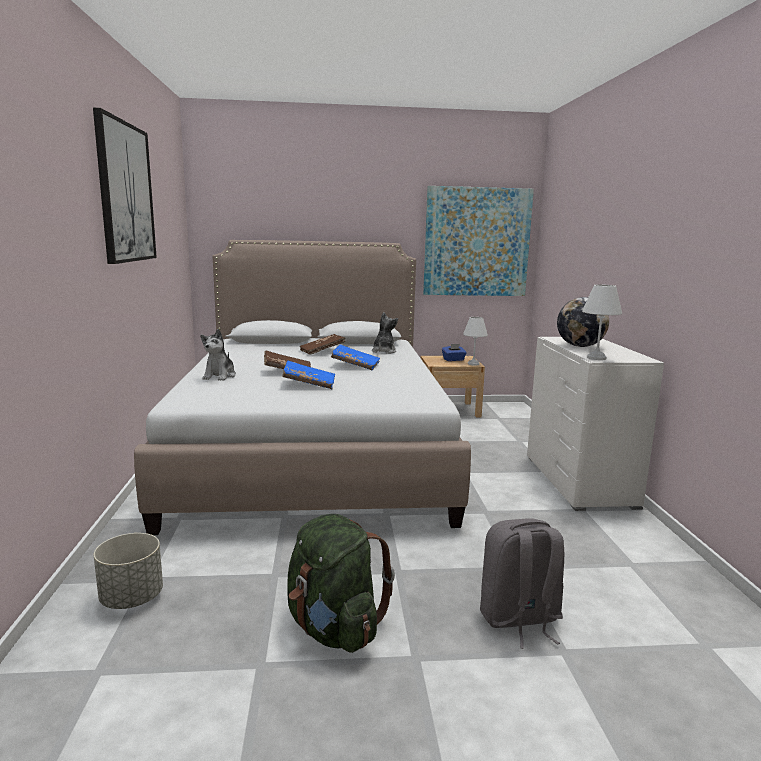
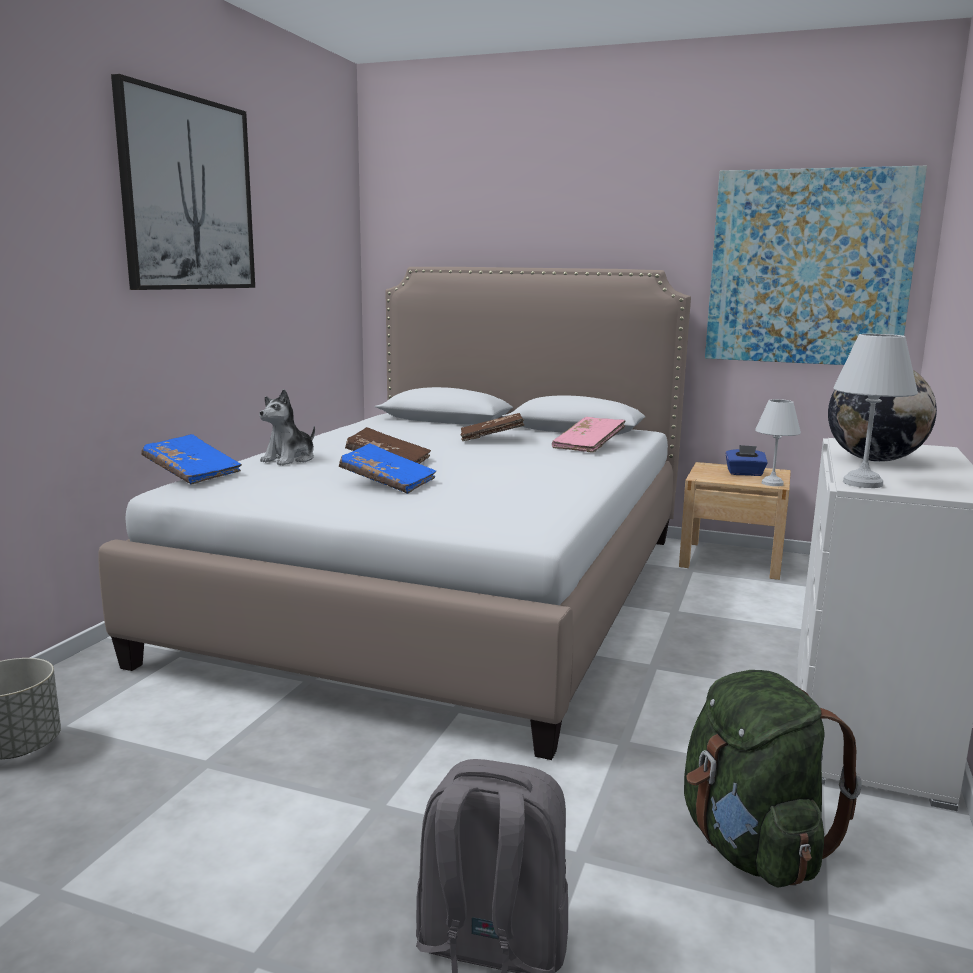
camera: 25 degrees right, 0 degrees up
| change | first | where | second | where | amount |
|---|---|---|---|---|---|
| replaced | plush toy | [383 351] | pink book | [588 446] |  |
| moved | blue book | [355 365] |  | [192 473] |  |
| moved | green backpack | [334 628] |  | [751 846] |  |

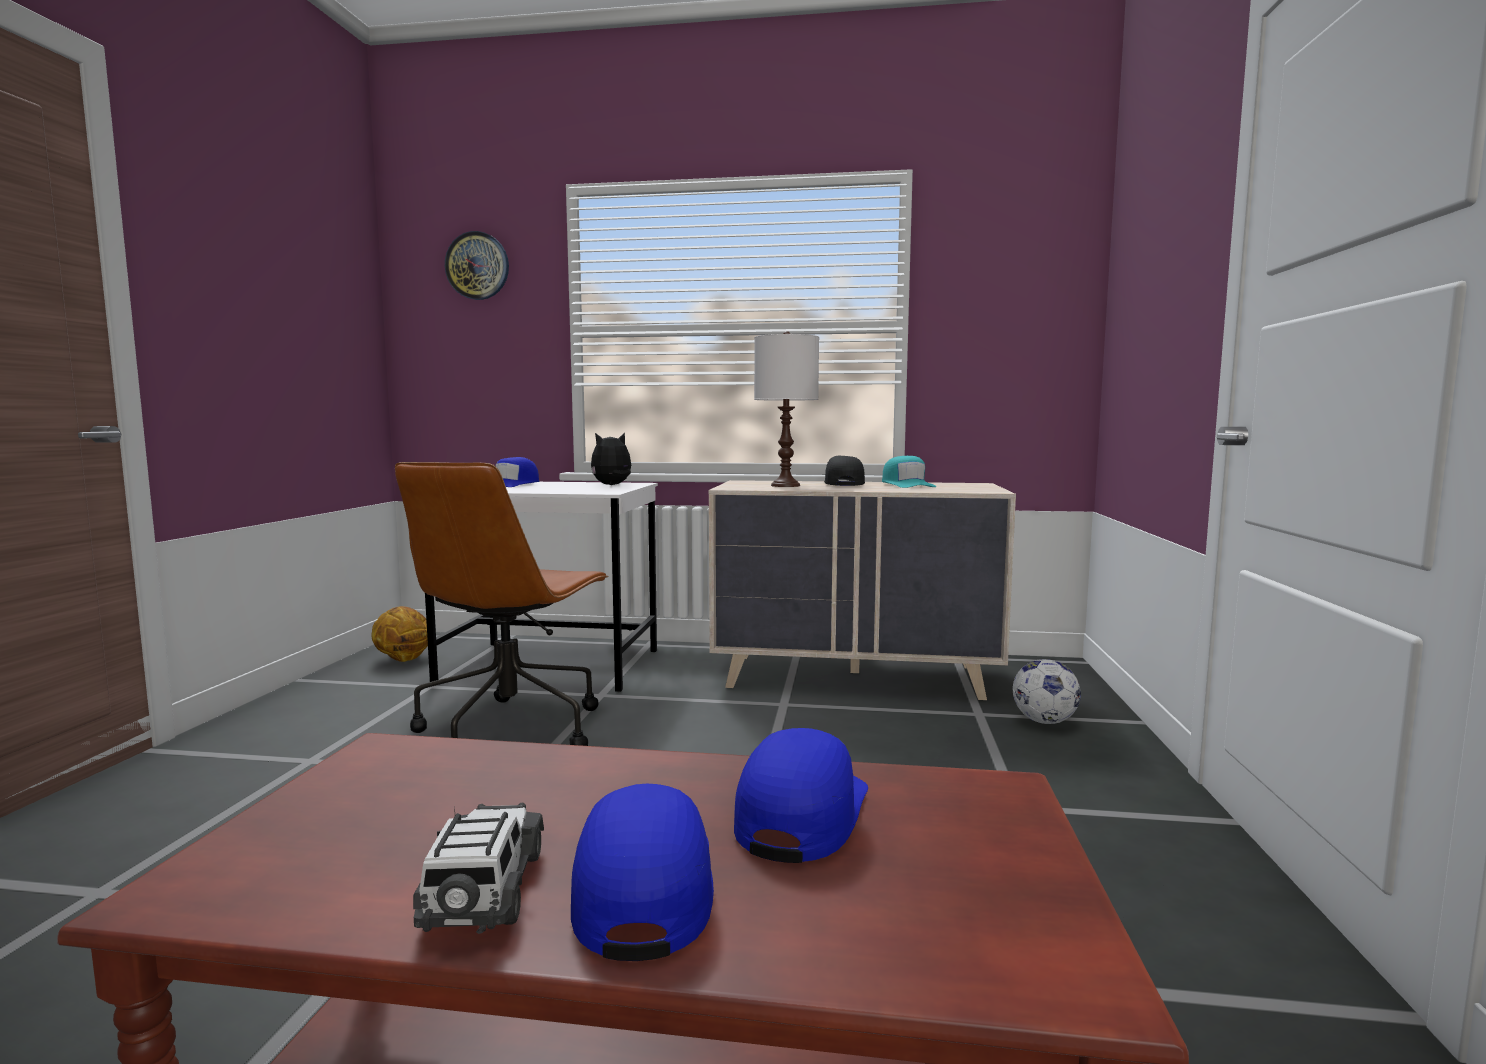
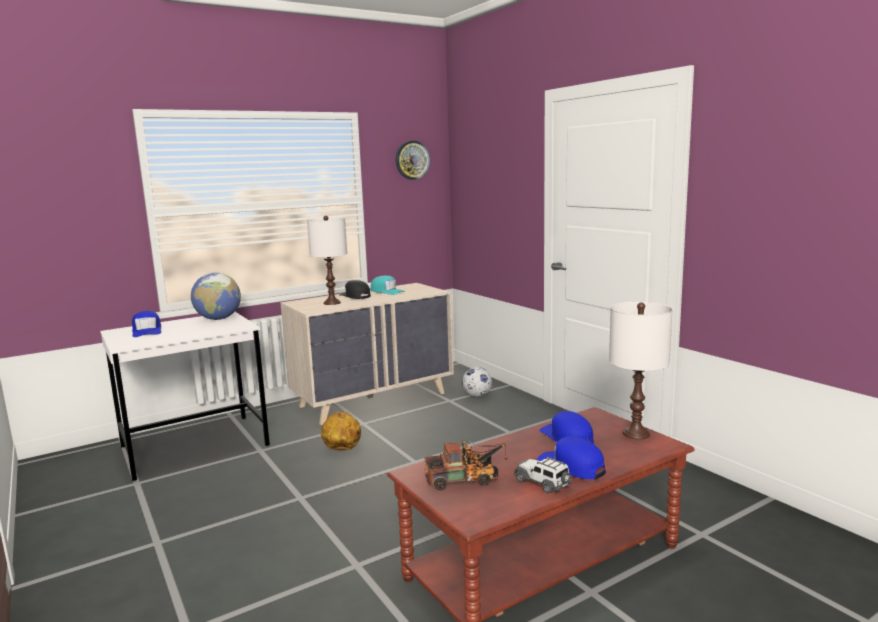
camera: 40 degrees left, 5 degrees up
| change | first | where | second | where | amount |
|---|---|---|---|---|---|
| moved | wall clock | [477 266] |  | [412 160] |  |
| replaced | plush toy | [612 485] | globe | [218 319] |  |
| removed | brown office chair | [511 729] |  |  |  |
| moved | basketball | [403 659] |  | [342 448] |  |
| added |  |  | white table lamp | [635 433] |  |
| added |  |  | toy truck | [466 480] |  |

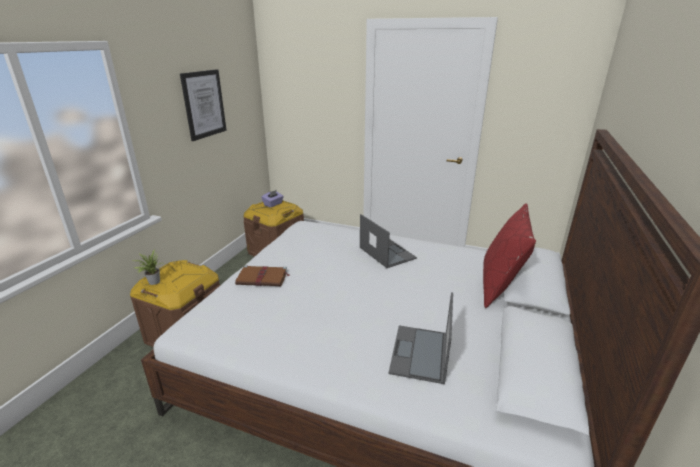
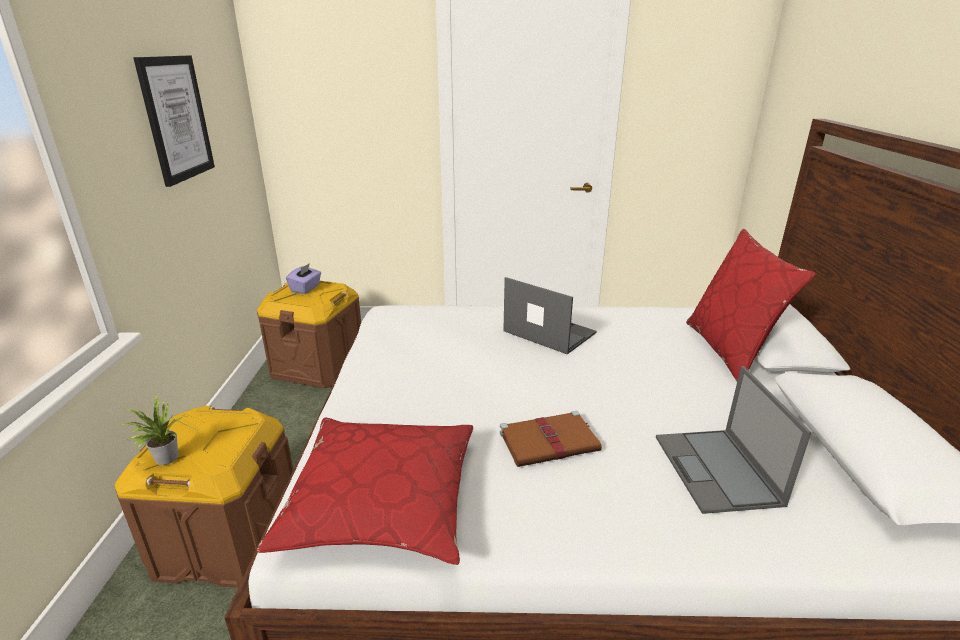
camera: 20 degrees left, 0 degrees up
| change | first | where | second | where | amount |
|---|---|---|---|---|---|
| moved | brown book | [263 278] |  | [550 441] |  |
| added |  |  | red pillow | [382 501] |  |

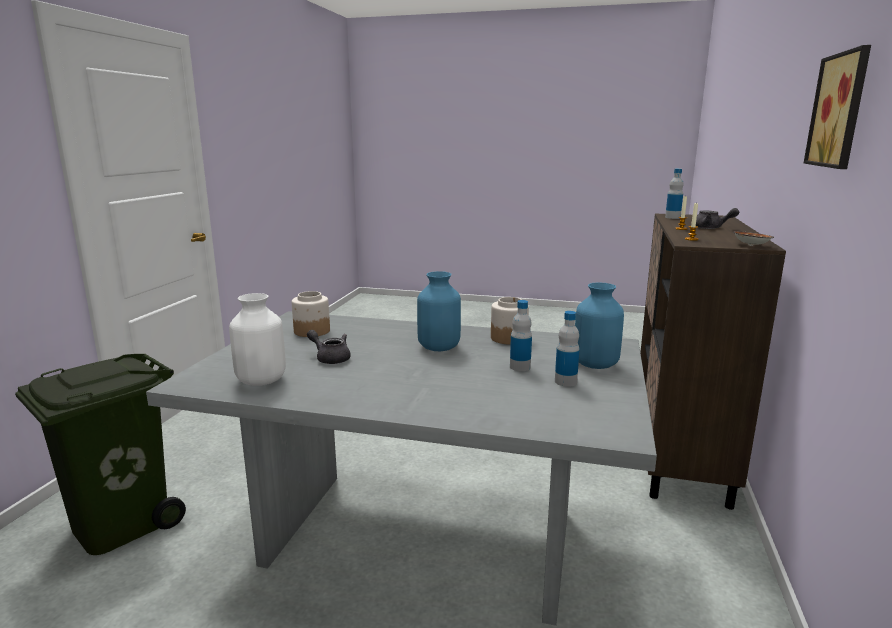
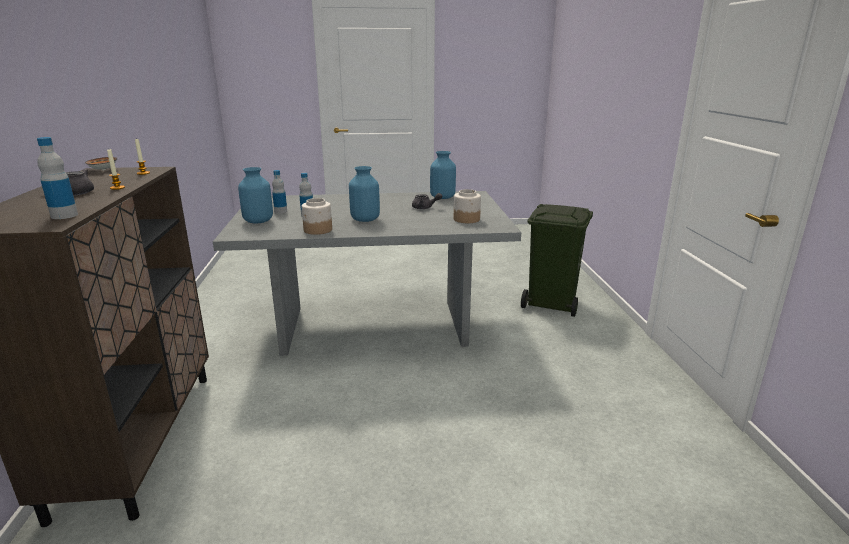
camera: 160 degrees right, 5 degrees up
| change | first | where | second | where | amount |
|---|---|---|---|---|---|
| removed | picture | [842 110] |  |  |  |
| recoloured | white vase | [261 381] | blue vase | [442 197] |  |

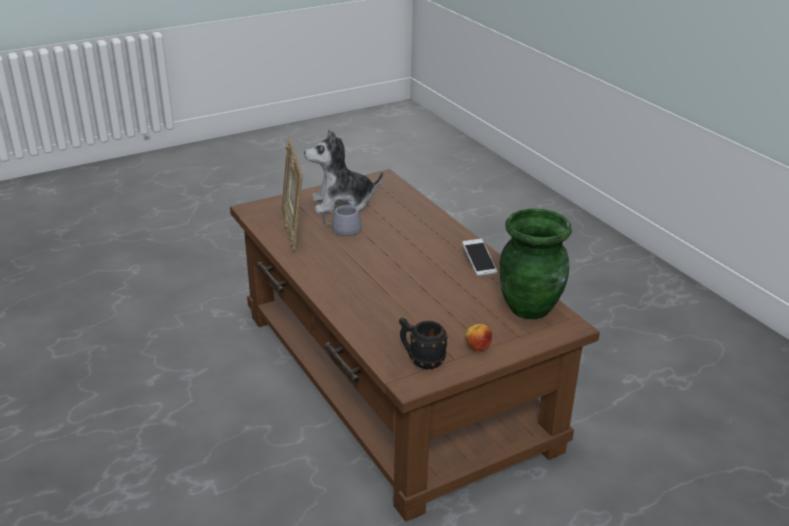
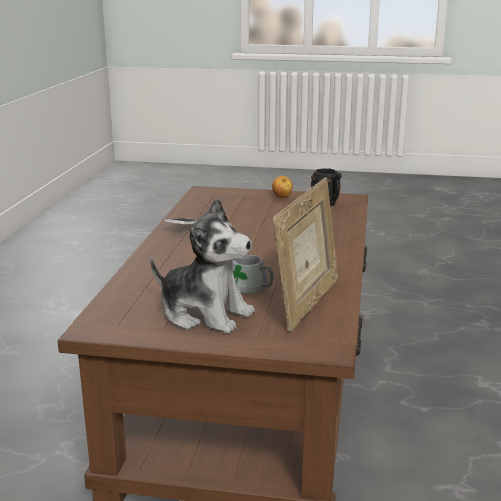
camera: 140 degrees left, 10 degrees down
| change | first | where | second | where | amount |
|---|---|---|---|---|---|
| removed | green vase | [530 308] |  |  |  |

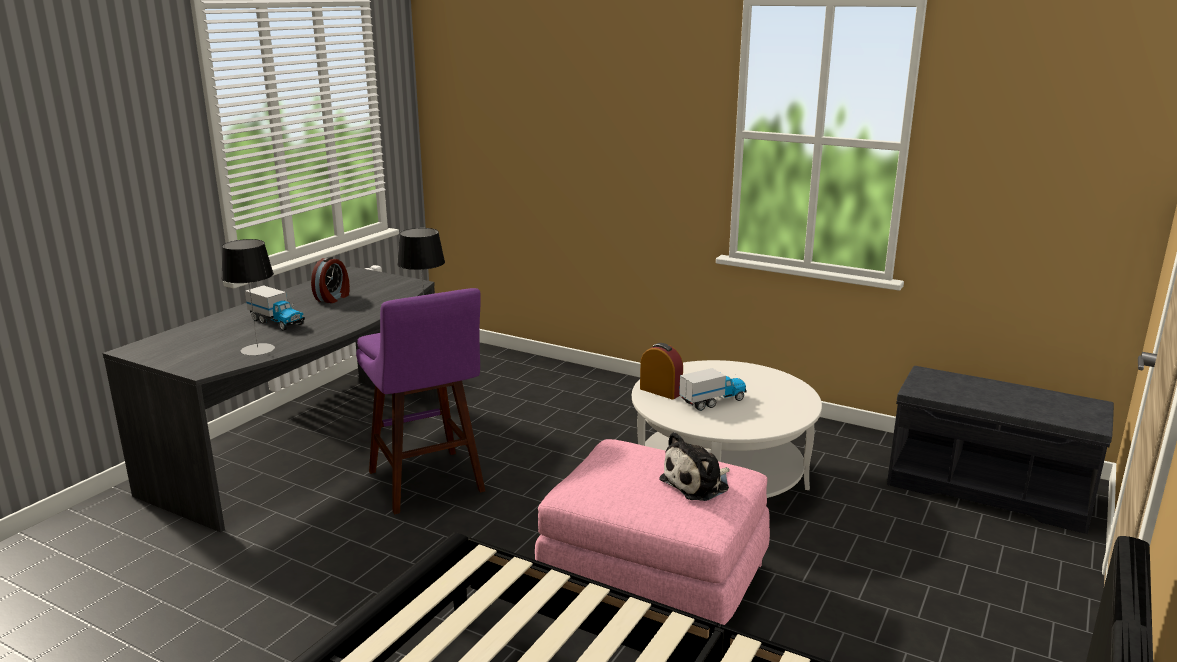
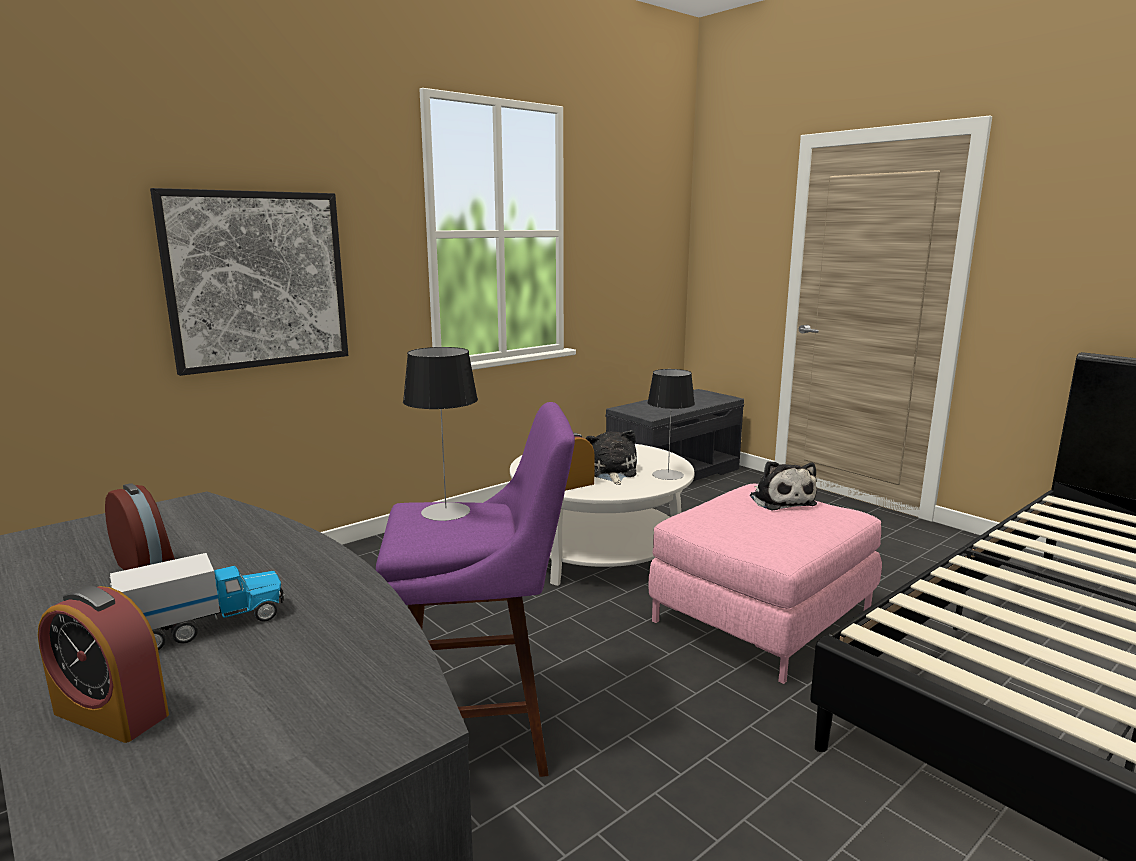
camera: 70 degrees left, 5 degrees down
| change | first | where | second | where | amount |
|---|---|---|---|---|---|
| moved | table lamp | [258 349] |  | [668 475] |  |
| replaced | toy truck | [713 401] | plush toy | [611 472] |  |
| added |  |  | picture | [257 280] |  |
| added |  |  | alarm clock | [111 714] |  |

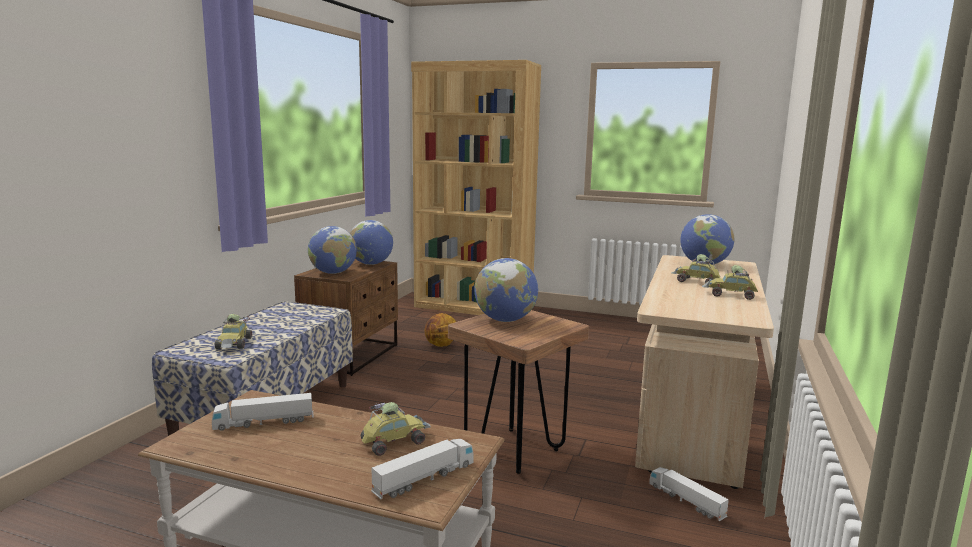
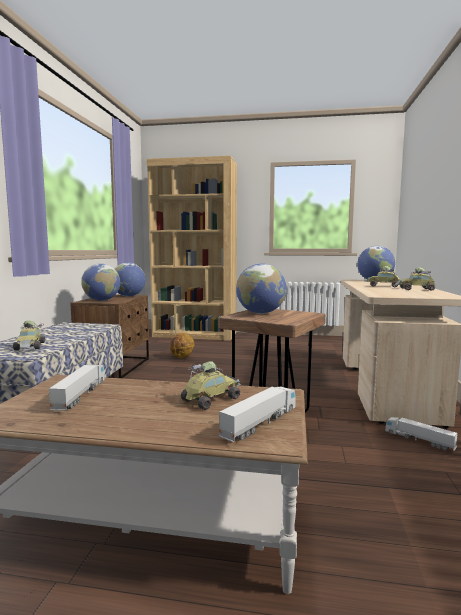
camera: 10 degrees left, 5 degrees down
| change | first | where | second | where | amount |
|---|---|---|---|---|---|
| turned | toy truck | [264 422] |  | [80 395] | 120 degrees clockwise |

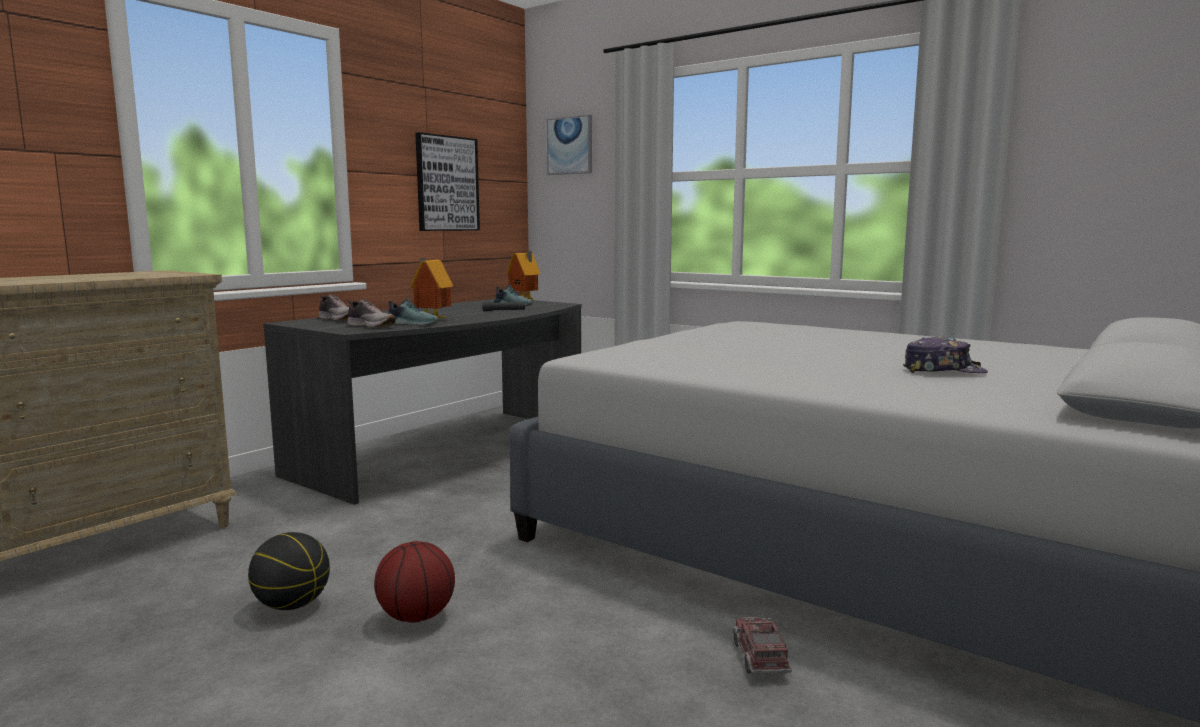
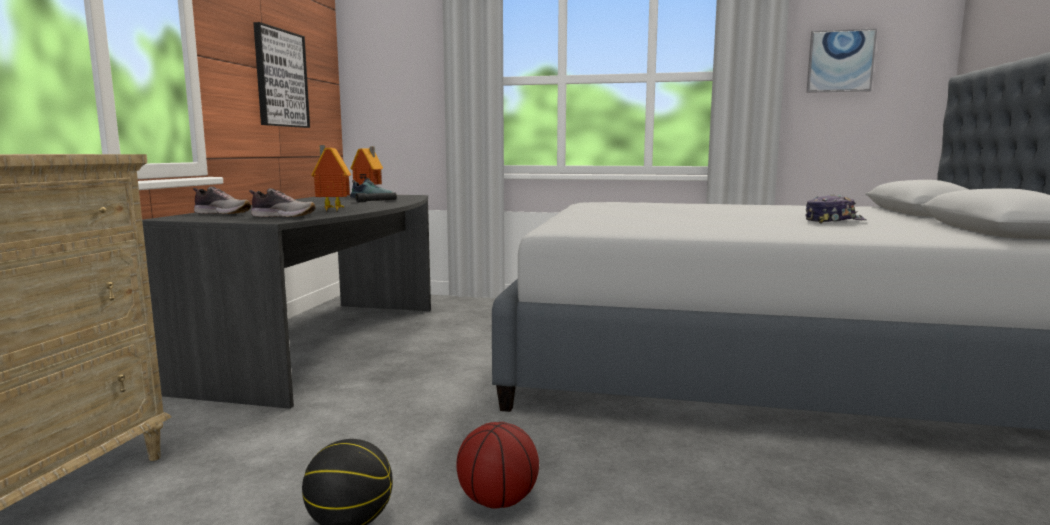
camera: 25 degrees left, 0 degrees up
| change | first | where | second | where | amount |
|---|---|---|---|---|---|
| moved | picture | [570 145] |  | [840 61] |  |
| removed | shoe | [413 324] |  |  |  |
| removed | toy truck | [760 658] |  |  |  |

